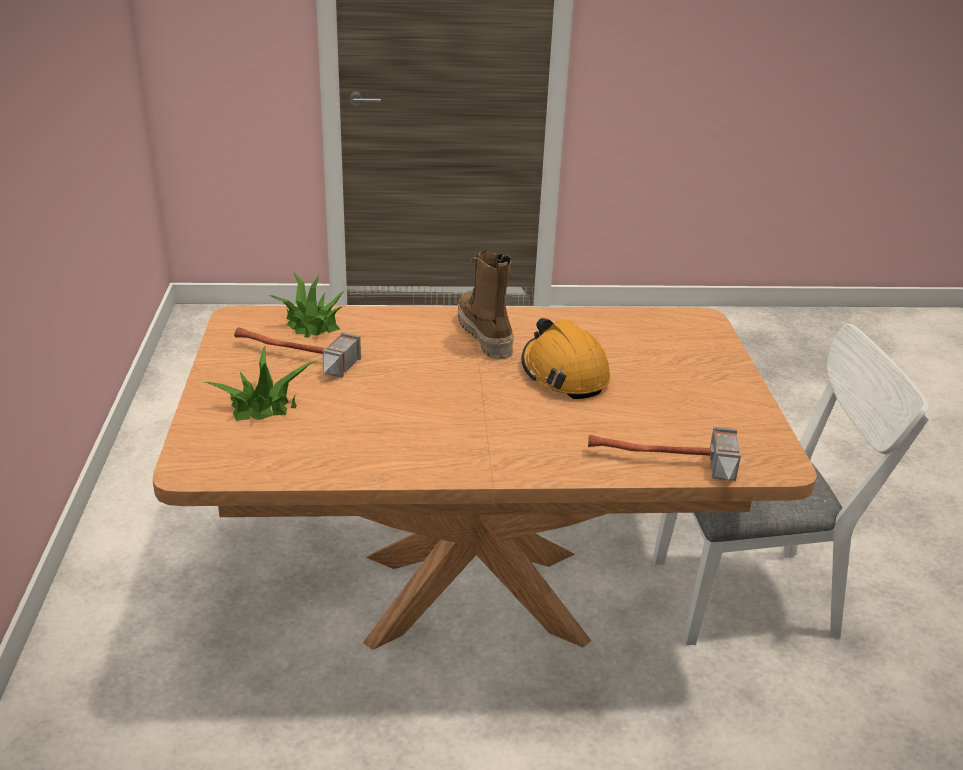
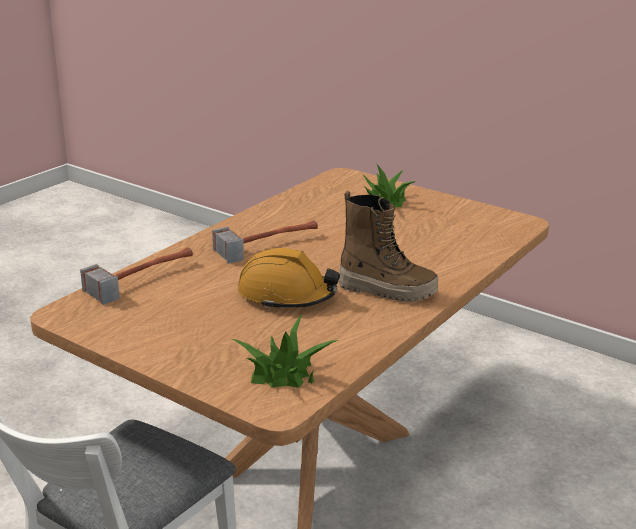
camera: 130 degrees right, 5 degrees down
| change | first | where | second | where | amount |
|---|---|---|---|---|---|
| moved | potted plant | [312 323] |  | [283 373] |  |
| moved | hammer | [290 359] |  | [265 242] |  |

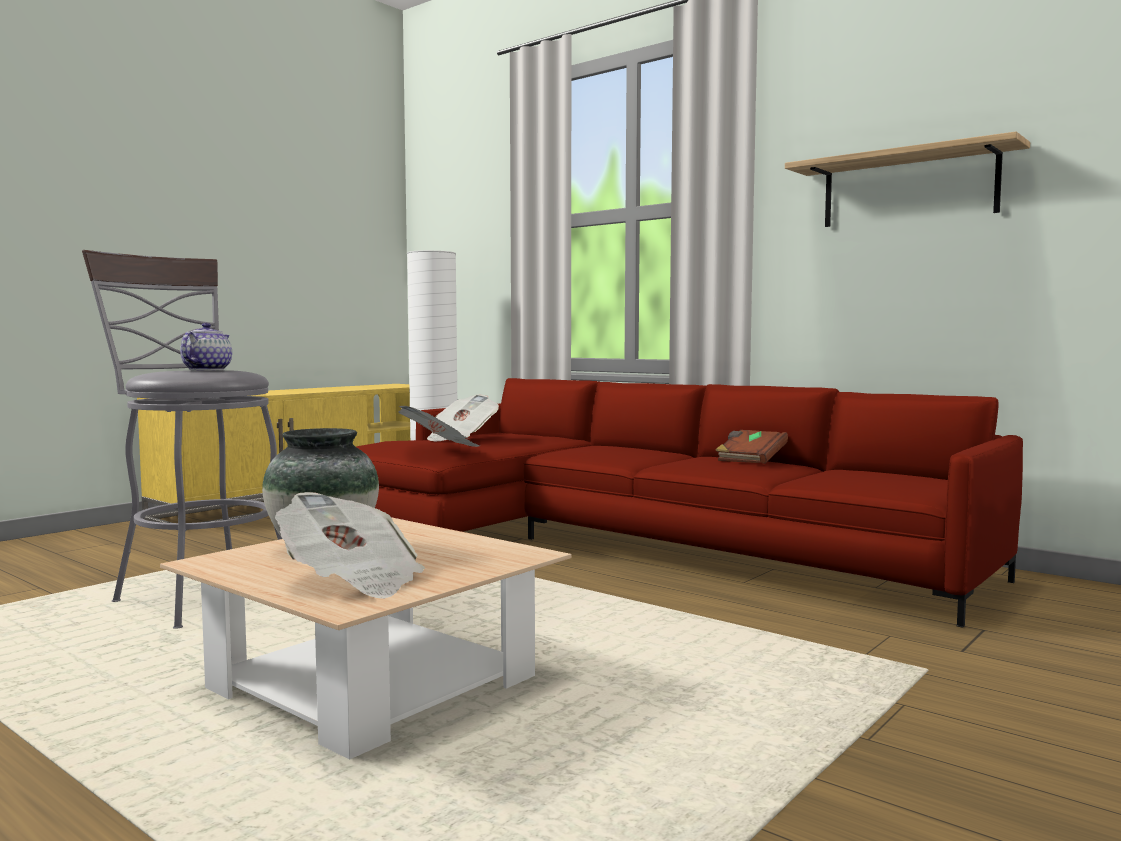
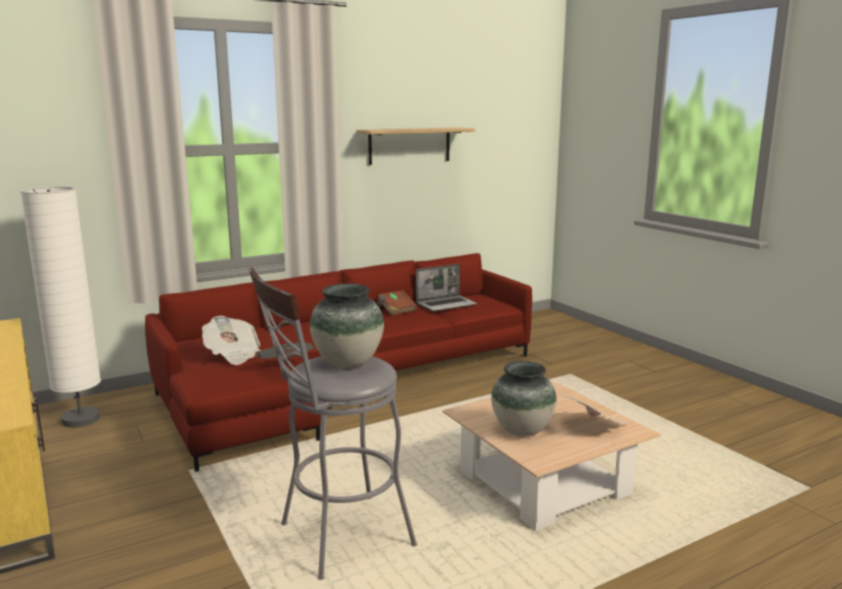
camera: 70 degrees left, 10 degrees up
| change | first | where | second | where | amount |
|---|---|---|---|---|---|
| replaced | teapot | [207 370] | vase | [347 363] |  |
| added |  |  | laptop | [446 304] |  |

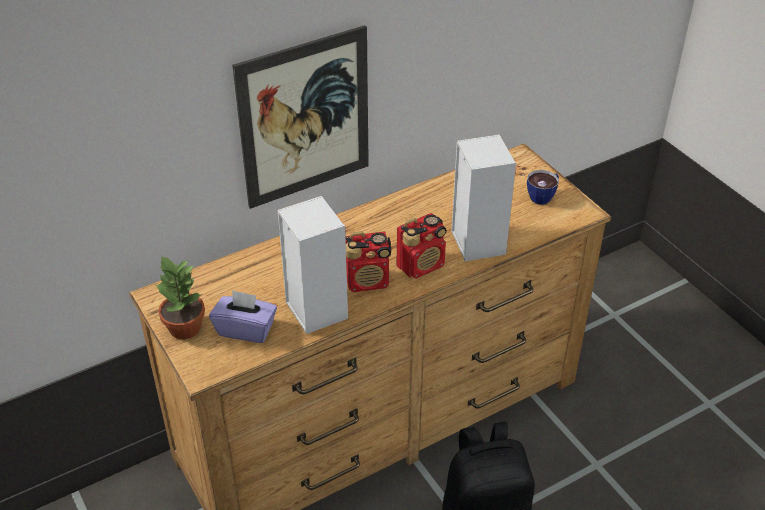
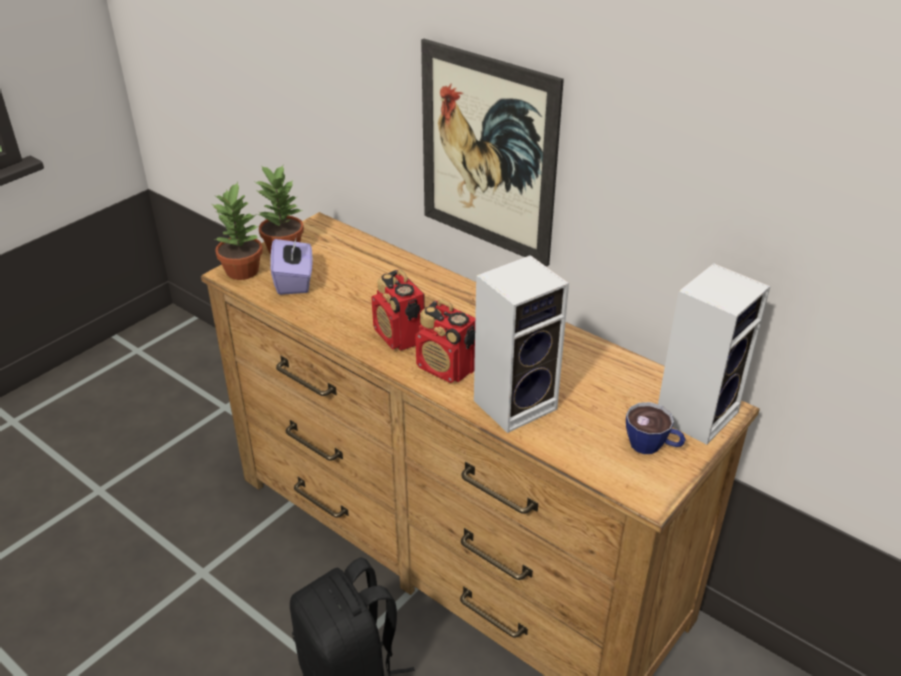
camera: 70 degrees right, 5 degrees down
| change | first | where | second | where | amount |
|---|---|---|---|---|---|
| moved | speaker | [314 309] |  | [697 412] |  |
| added |  |  | potted plant | [243 271] |  |

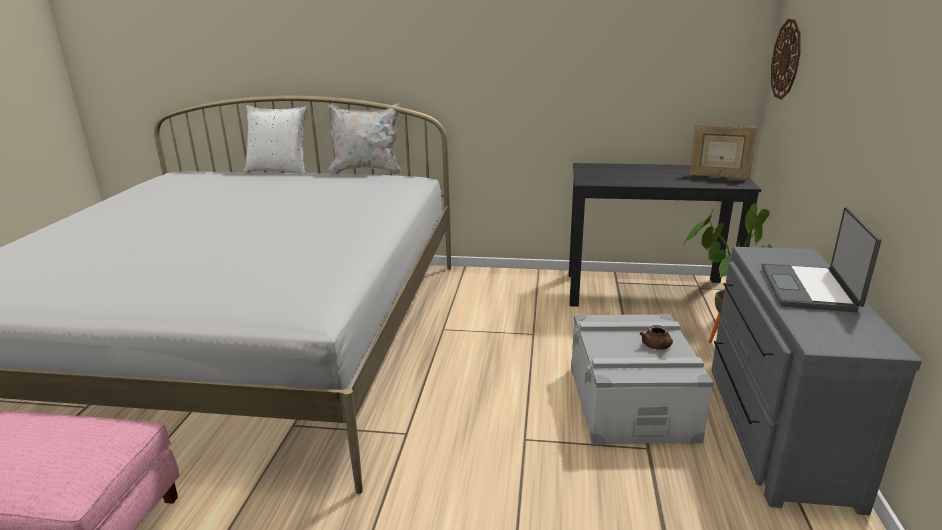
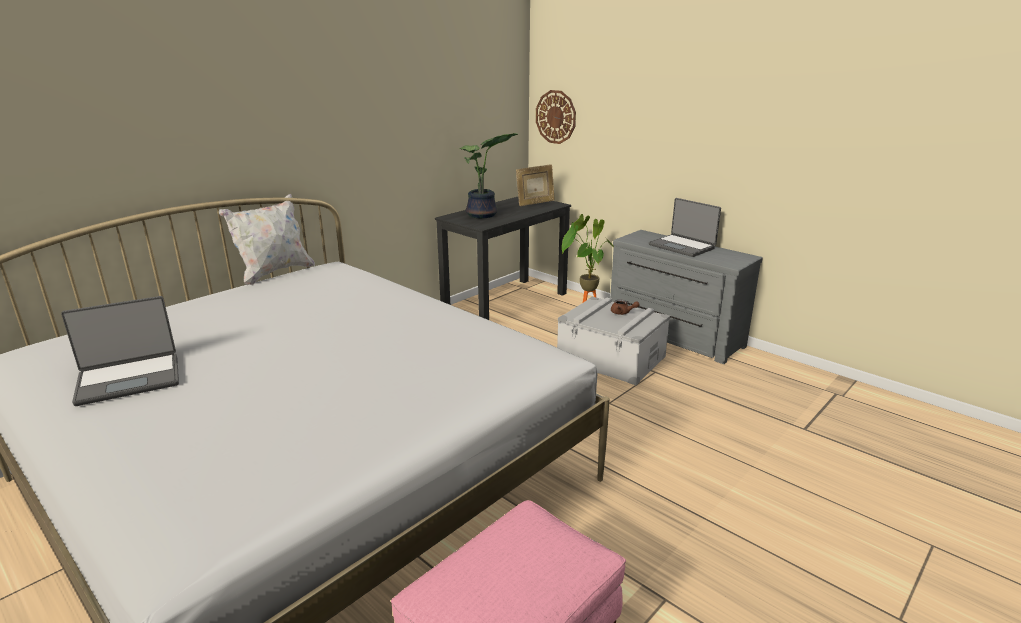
camera: 55 degrees left, 0 degrees up
| change | first | where | second | where | amount |
|---|---|---|---|---|---|
| removed | white pillow | [279 170] |  |  |  |
| added |  |  | potted plant | [483 215] |  |
| added |  |  | laptop | [129 379] |  |

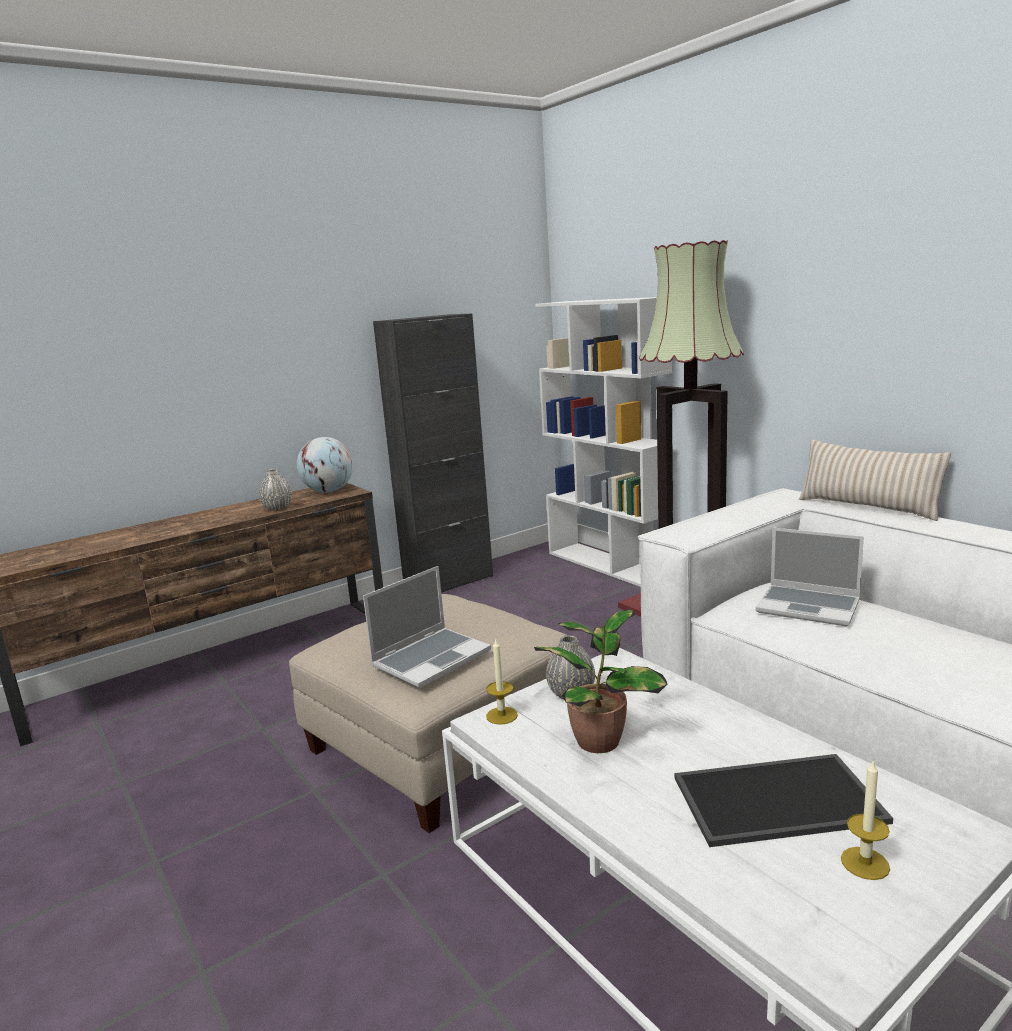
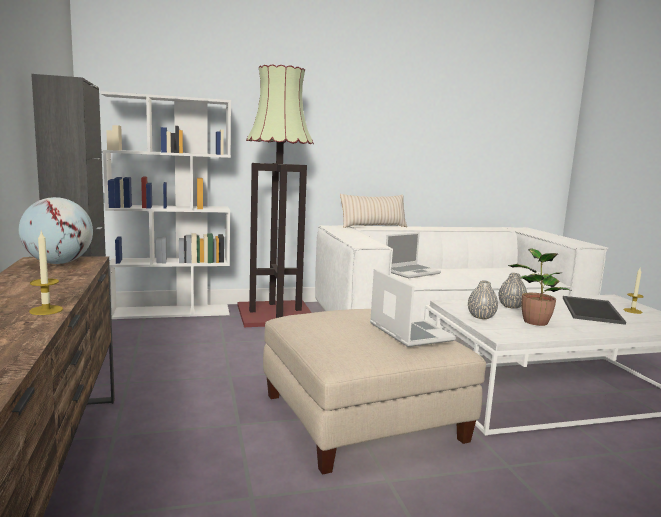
camera: 70 degrees left, 5 degrees down
| change | first | where | second | where | amount |
|---|---|---|---|---|---|
| moved | grey vase | [278 508] |  | [511 306] |  |
| moved | candle | [501 715] |  | [46 310] |  |

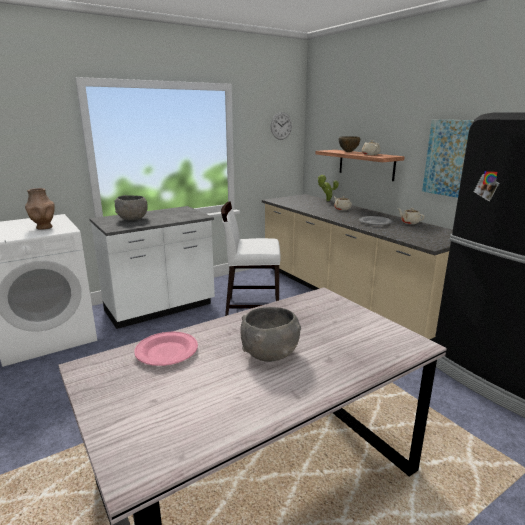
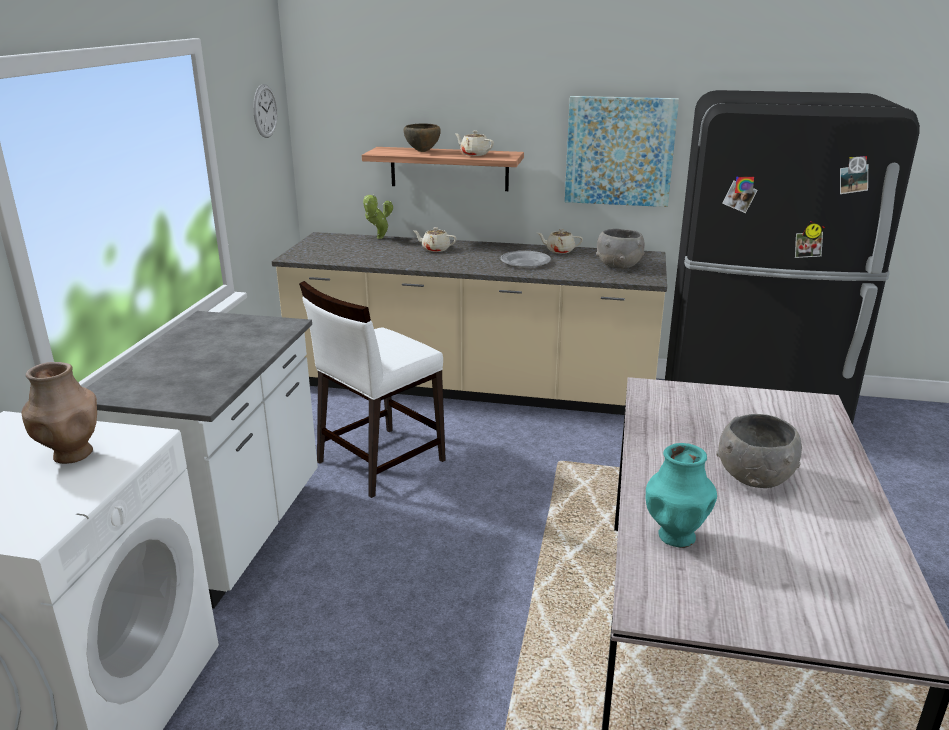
camera: 45 degrees left, 5 degrees up
| change | first | where | second | where | amount |
|---|---|---|---|---|---|
| moved | grey bowl | [133 219] |  | [618 266] |  |
| replaced | pink plate | [167 352] | turquoise vase | [675 536] |  |

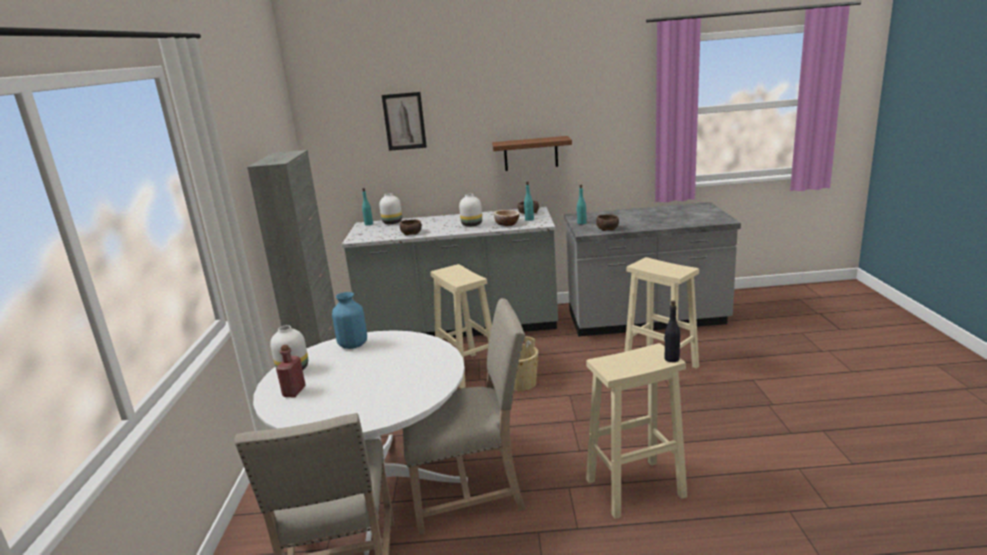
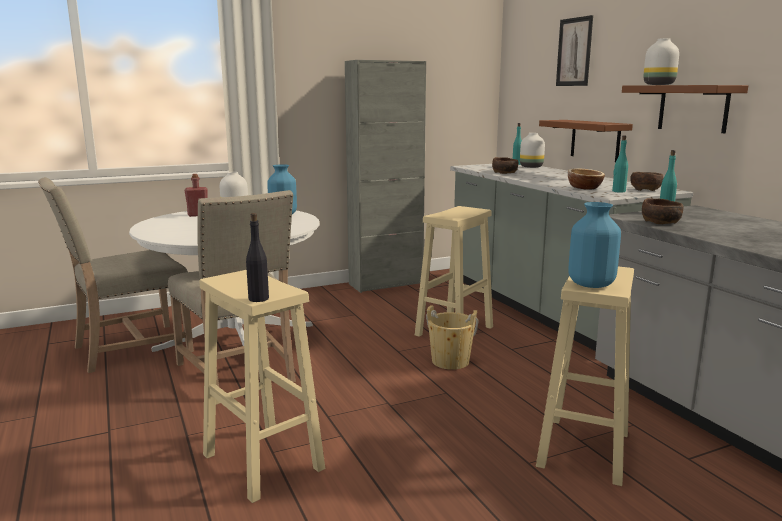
camera: 65 degrees right, 5 degrees down
| change | first | where | second | where | amount |
|---|---|---|---|---|---|
| moved | white vase | [471 225] |  | [658 85] |  |
| added |  |  | brown shelf | [595 140] |  |
| added |  |  | blue vase | [591 284] |  |

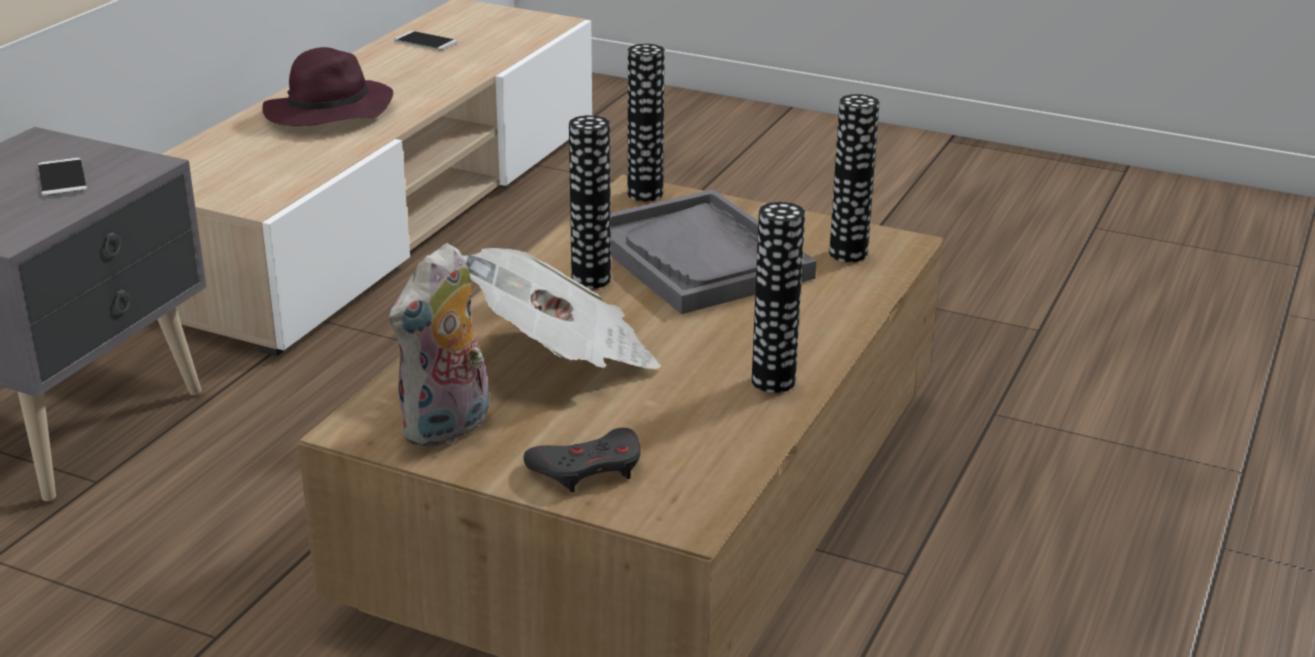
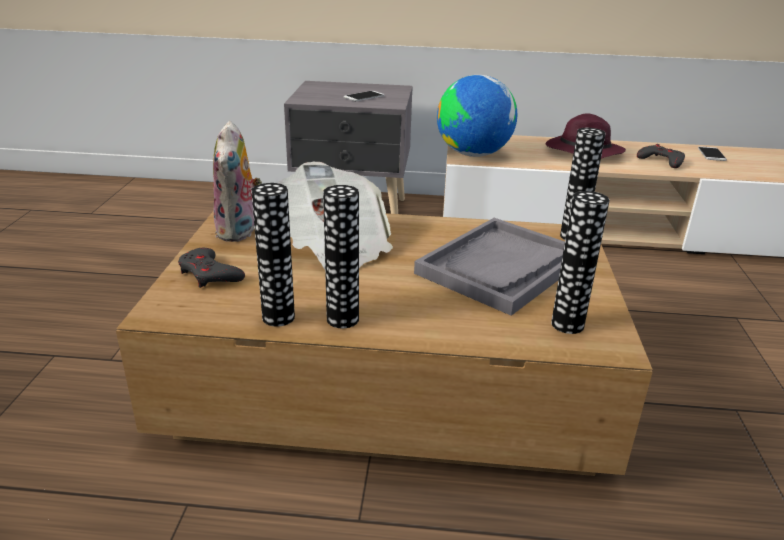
camera: 70 degrees right, 0 degrees up
| change | first | where | second | where | amount |
|---|---|---|---|---|---|
| moved | vase | [591 279] |  | [278 317] |  |
| turned | plush toy | [448 429] |  | [240 231] | 105 degrees counterclockwise |
| added |  |  | globe | [473 154] |  |
| added |  |  | grey game controller | [661 160] |  |

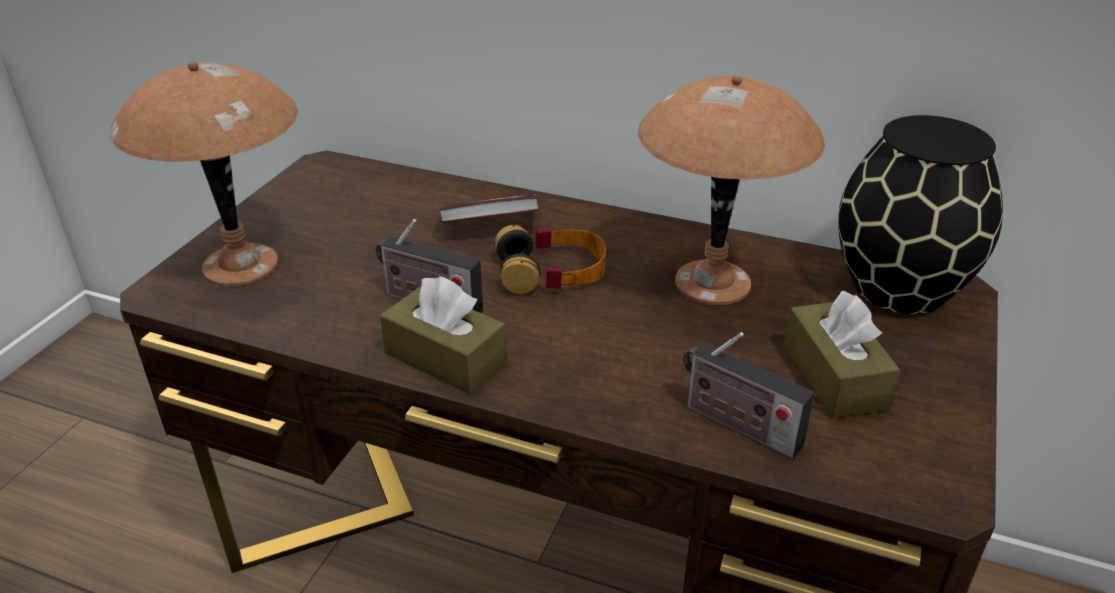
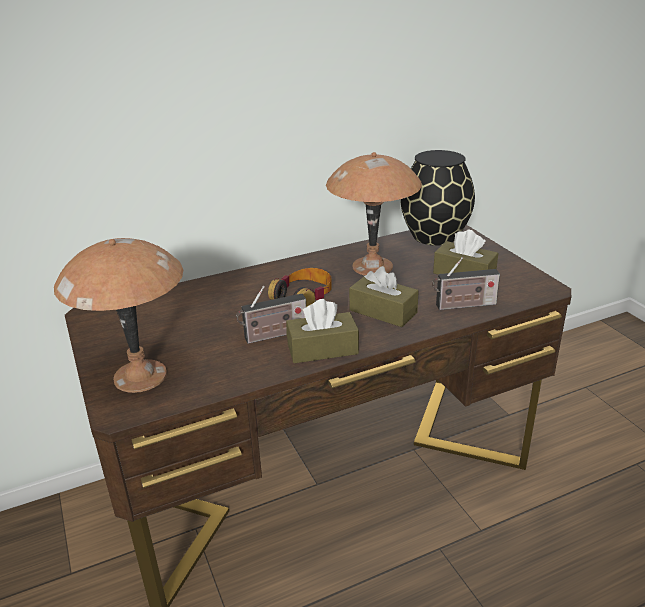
camera: 45 degrees left, 5 degrees down
| change | first | where | second | where | amount |
|---|---|---|---|---|---|
| removed | book | [490 227] |  |  |  |
| added |  |  | brown tissue box | [383 311] |  |

